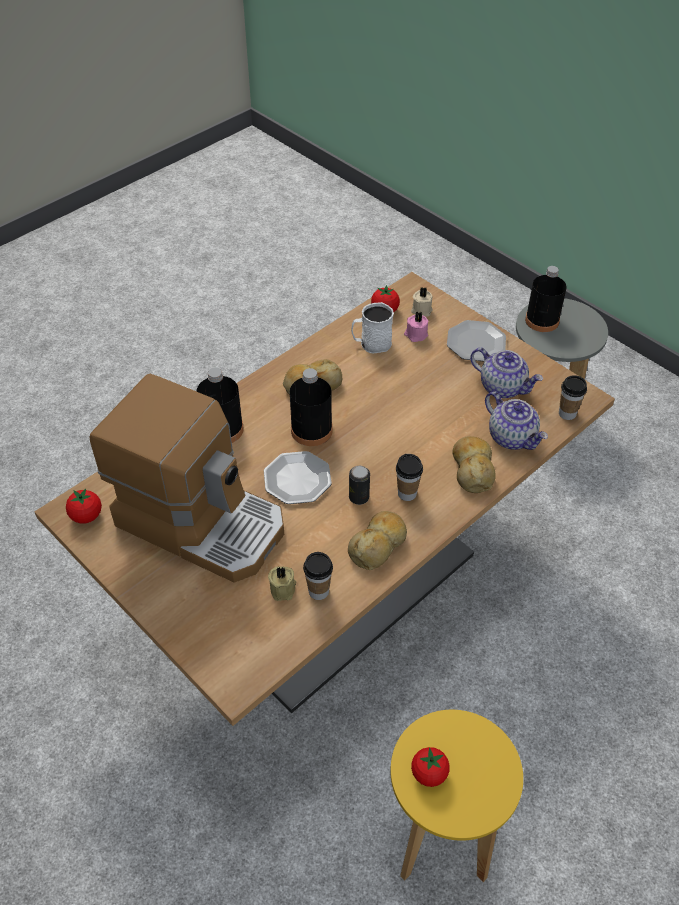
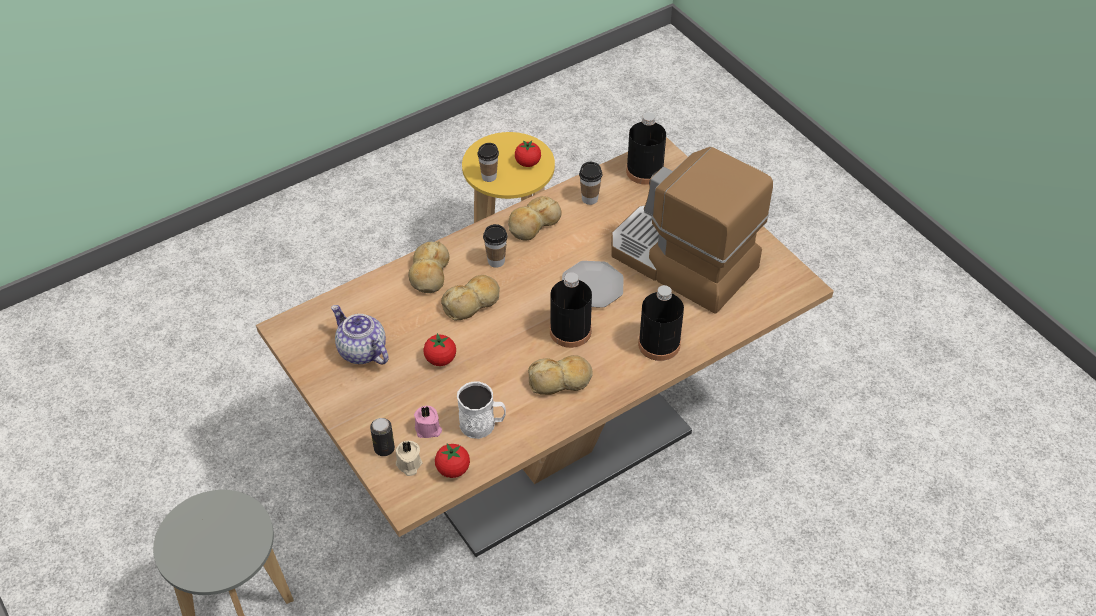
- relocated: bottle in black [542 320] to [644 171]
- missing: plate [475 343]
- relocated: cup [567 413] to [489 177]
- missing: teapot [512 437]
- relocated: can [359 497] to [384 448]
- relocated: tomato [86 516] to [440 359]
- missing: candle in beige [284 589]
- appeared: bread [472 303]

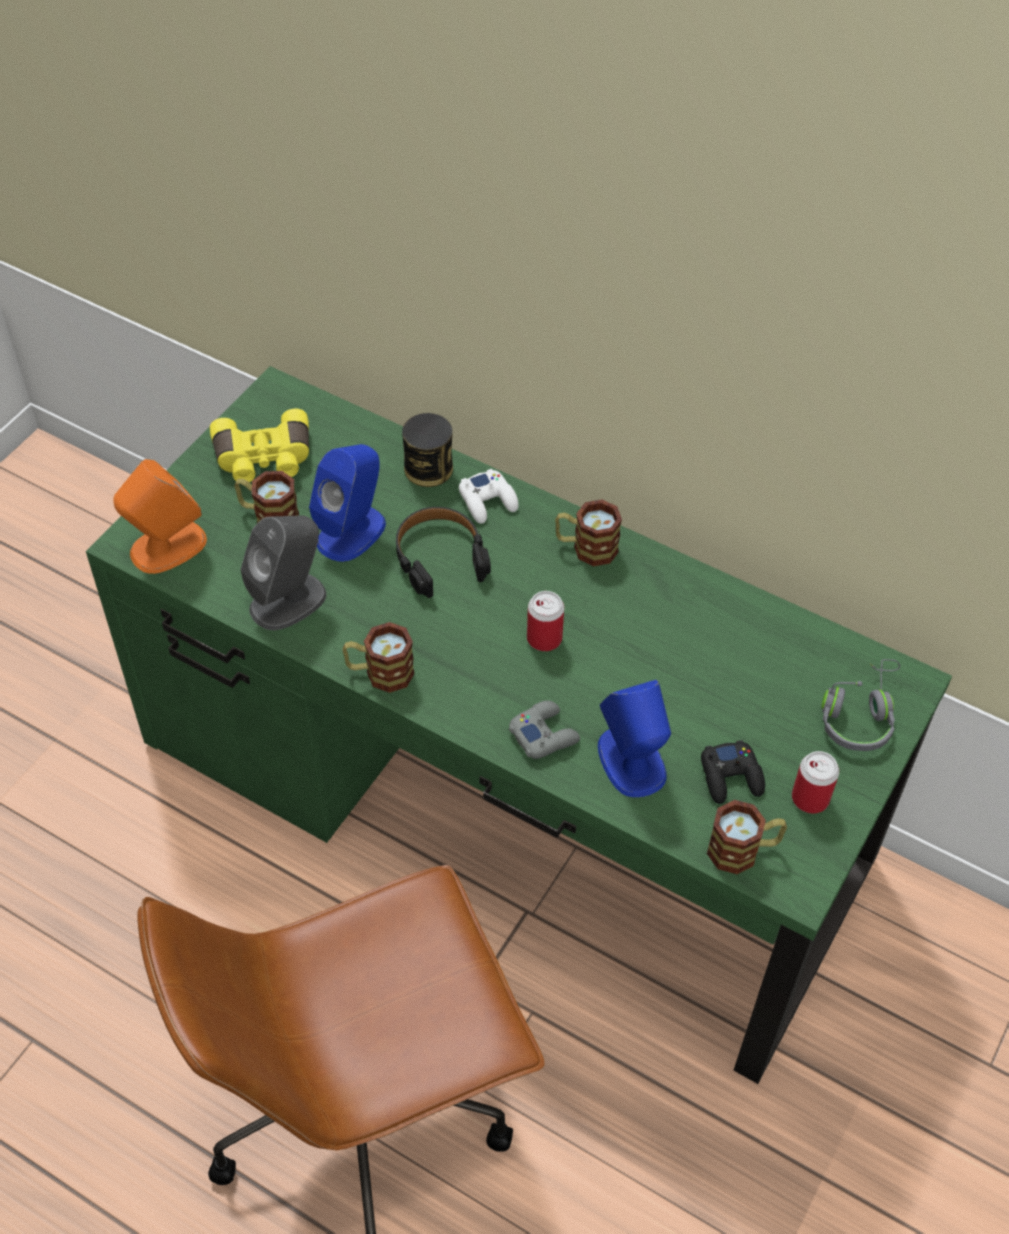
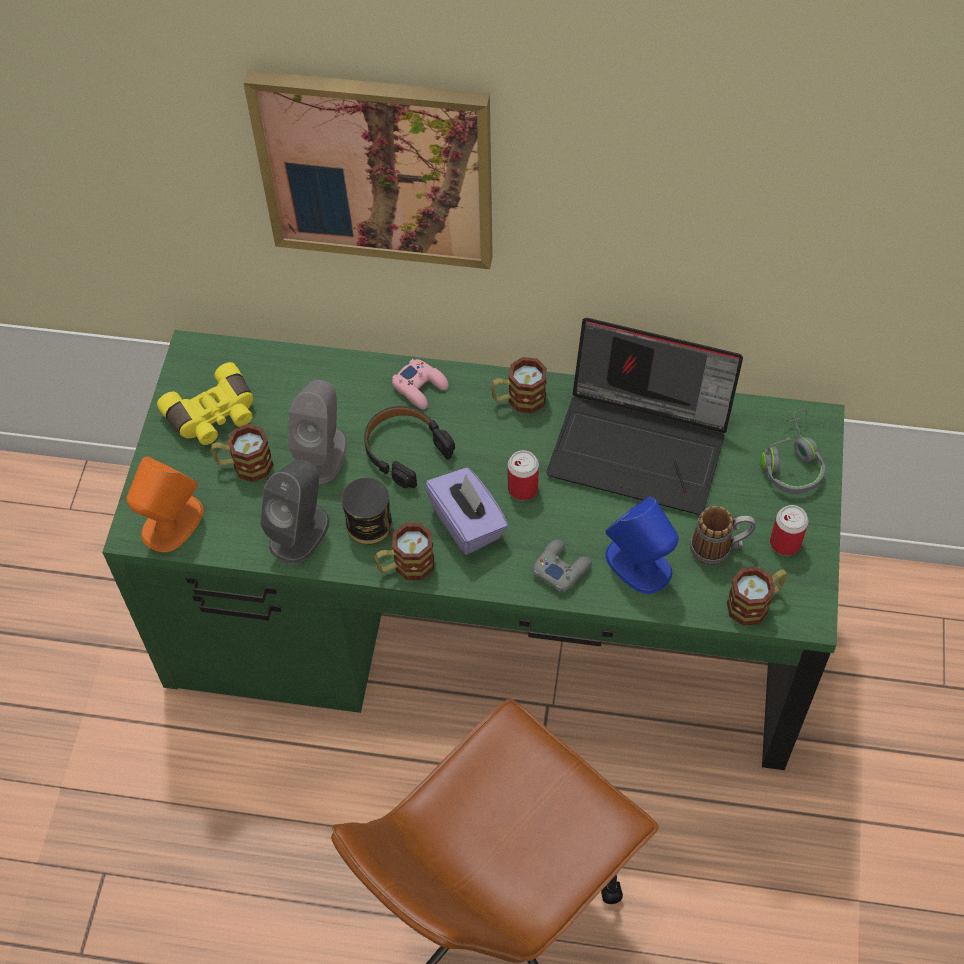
- relocated: can [428 468] to [369 524]
- colour: speaker in blue [351 532] to speaker in grey [321 454]
- colour: game controller in white [488 501] to game controller in pink [420 387]
- exchanged: game controller in black [731 777] to mug [719 548]
- appeared: picture [376 168]
- appeared: laptop [642 445]
- appeared: tissue box in purple [467 523]

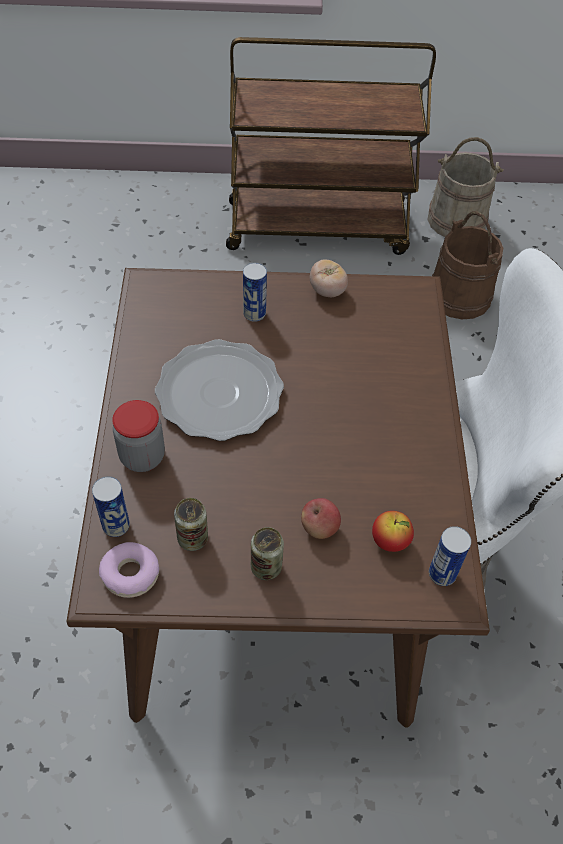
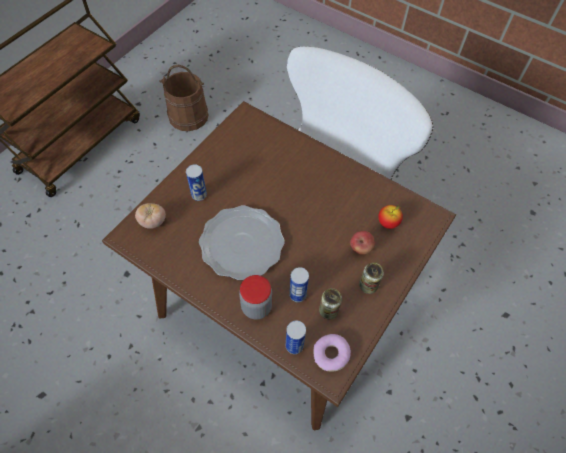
- missing: bucket in beige [456 220]
- relocated: tomato [327 291] to [153 222]
- relocated: can [442 574] to [297 294]

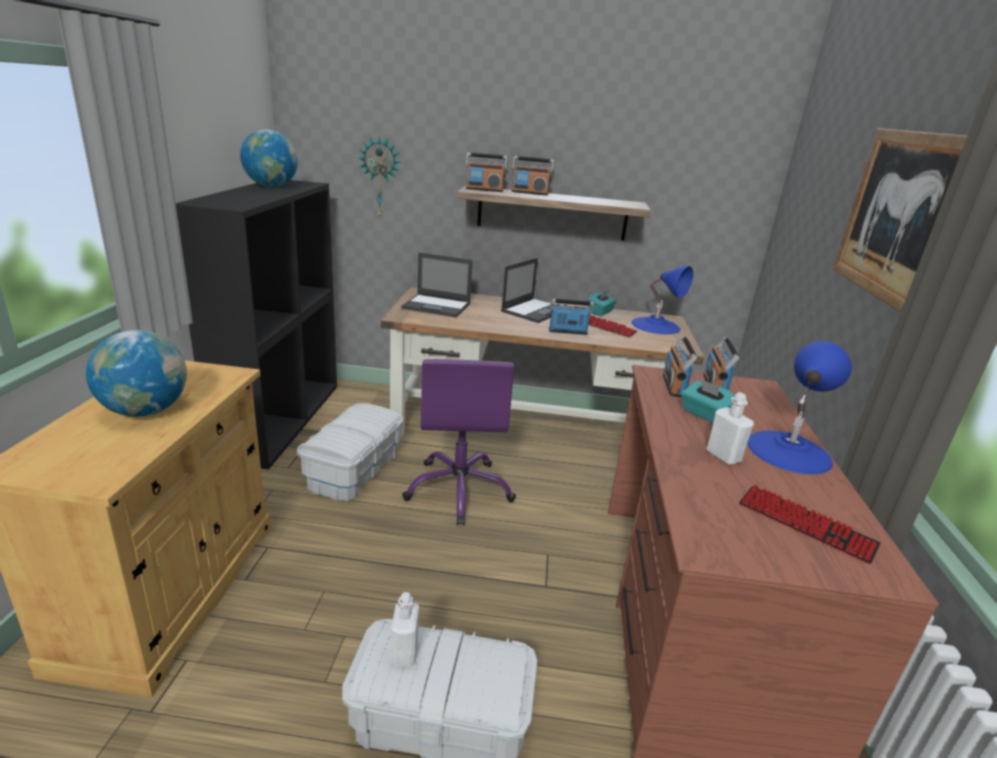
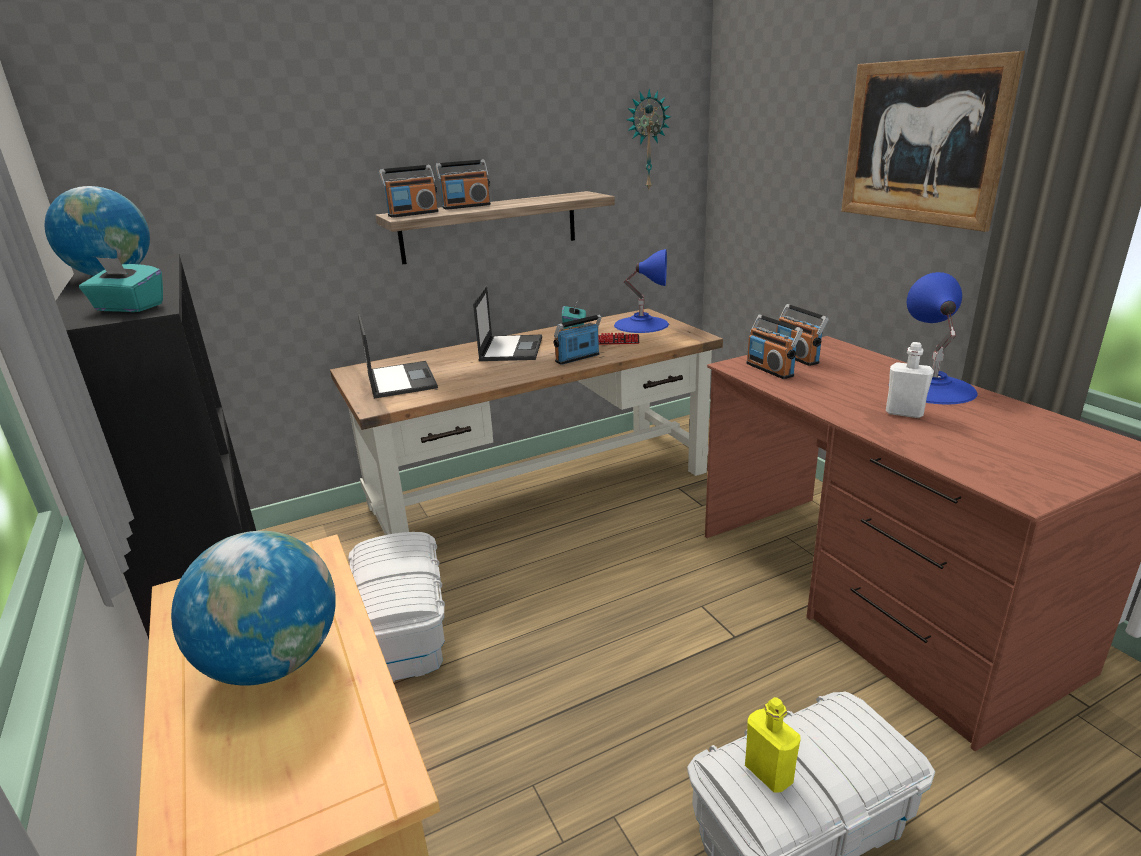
- relocated: wall clock [380 178] to [646 141]
- spun: laptop [437 306] = [401 380] 90 degrees counterclockwise
- missing: office chair in purple [459 490]
- relocated: tissue box in turquoise [704 414] to [129 308]
- missing: keyboard [805 524]
- colour: bottle in white [404 652] to bottle in yellow [769 773]

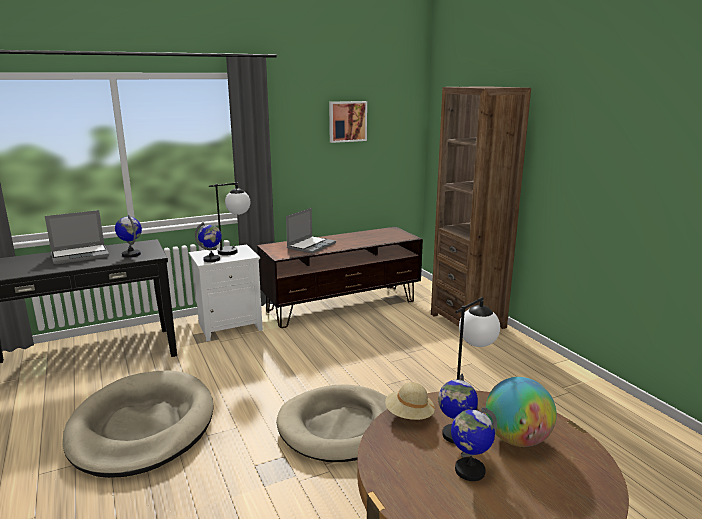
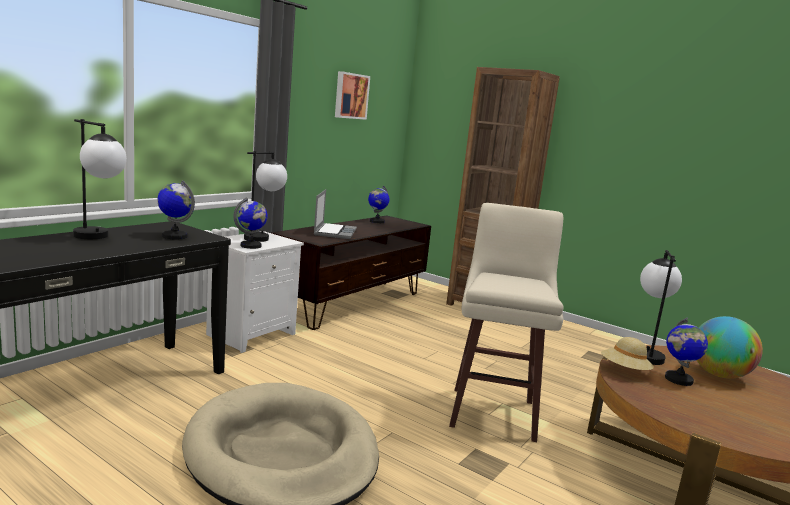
- exchanged: laptop [81 255] to table lamp [99 238]
- exchanged: dog bed in beige [341 427] to stool in beige [493 412]
- relocated: globe [469 470] to [376 221]

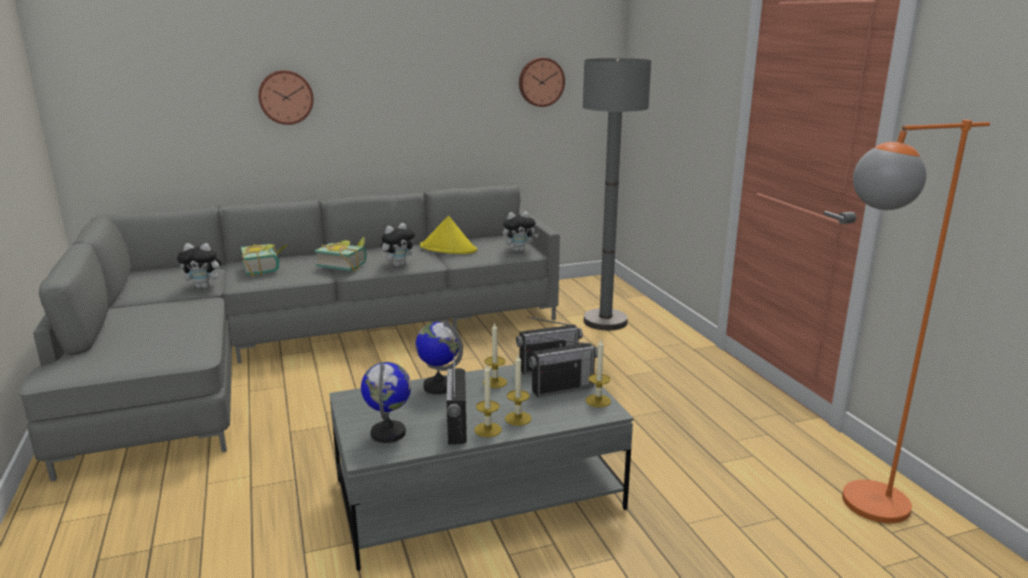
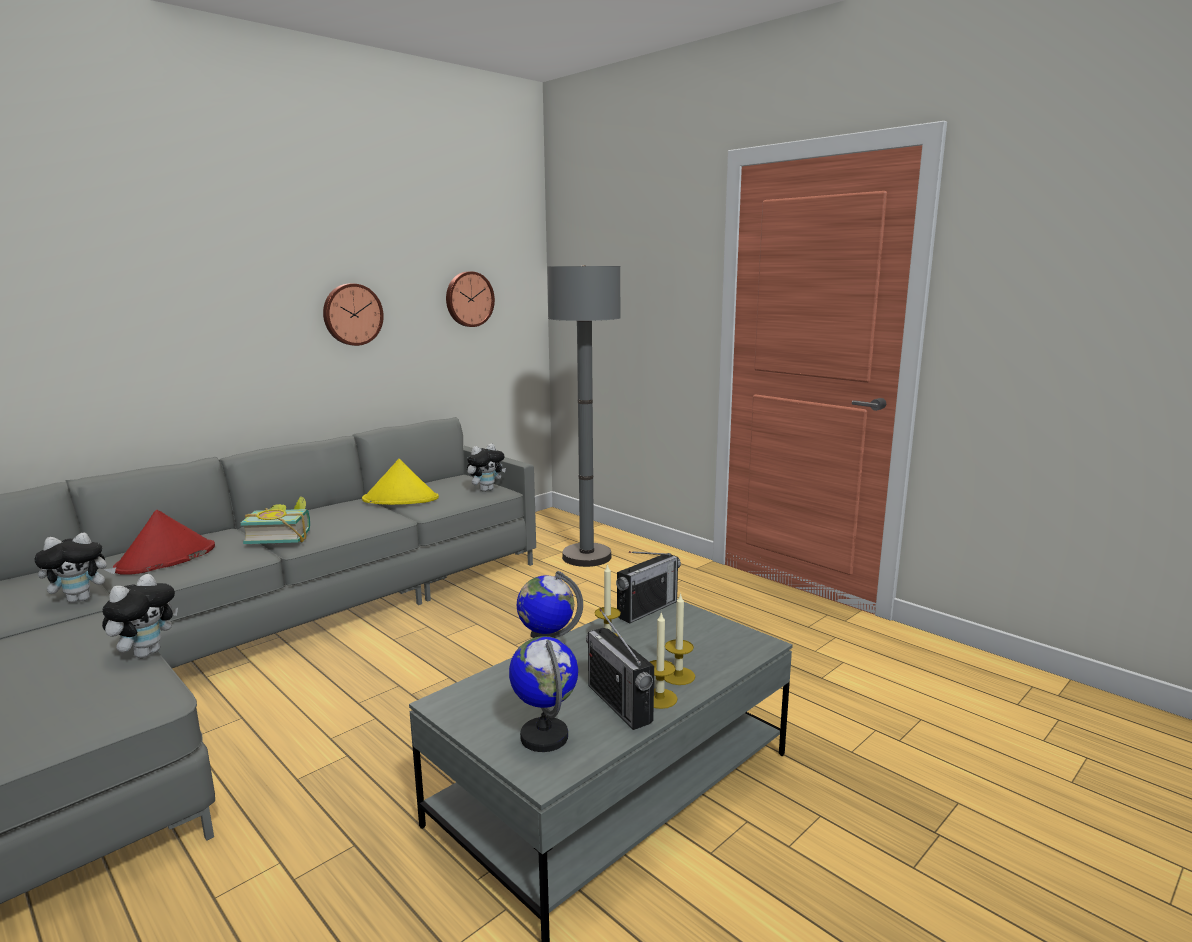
- relocated: wall clock [286 97] to [352 314]
- missing: floor lamp in orange [856 507]
- relocated: plush toy [398 265] to [146 653]
- exchanged: book [266 268] to hat in red [166 559]
- missing: radio [562 388]
- missing: candle [598 401]

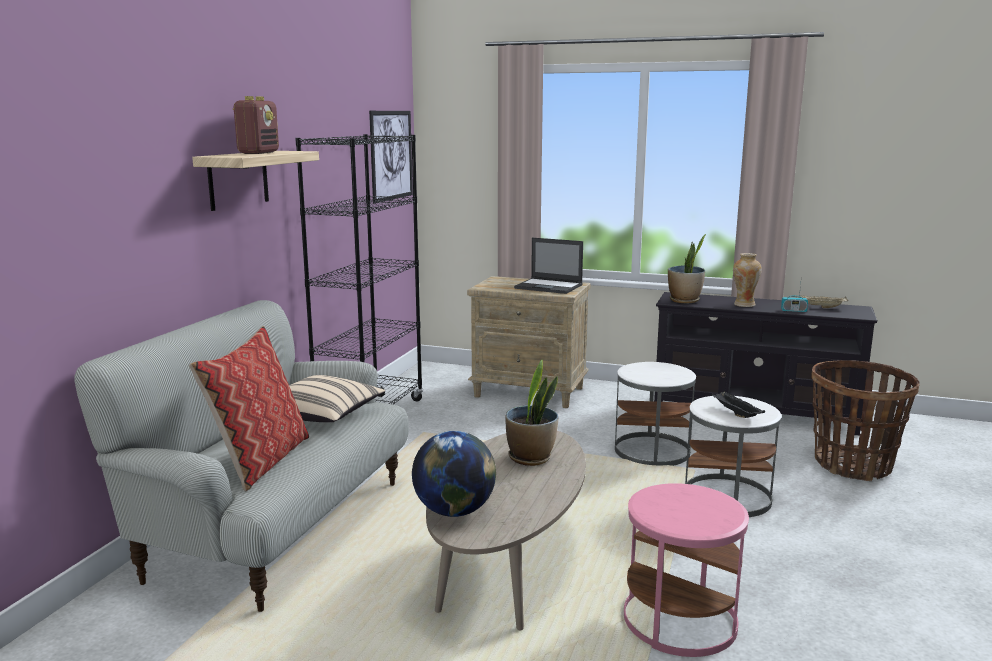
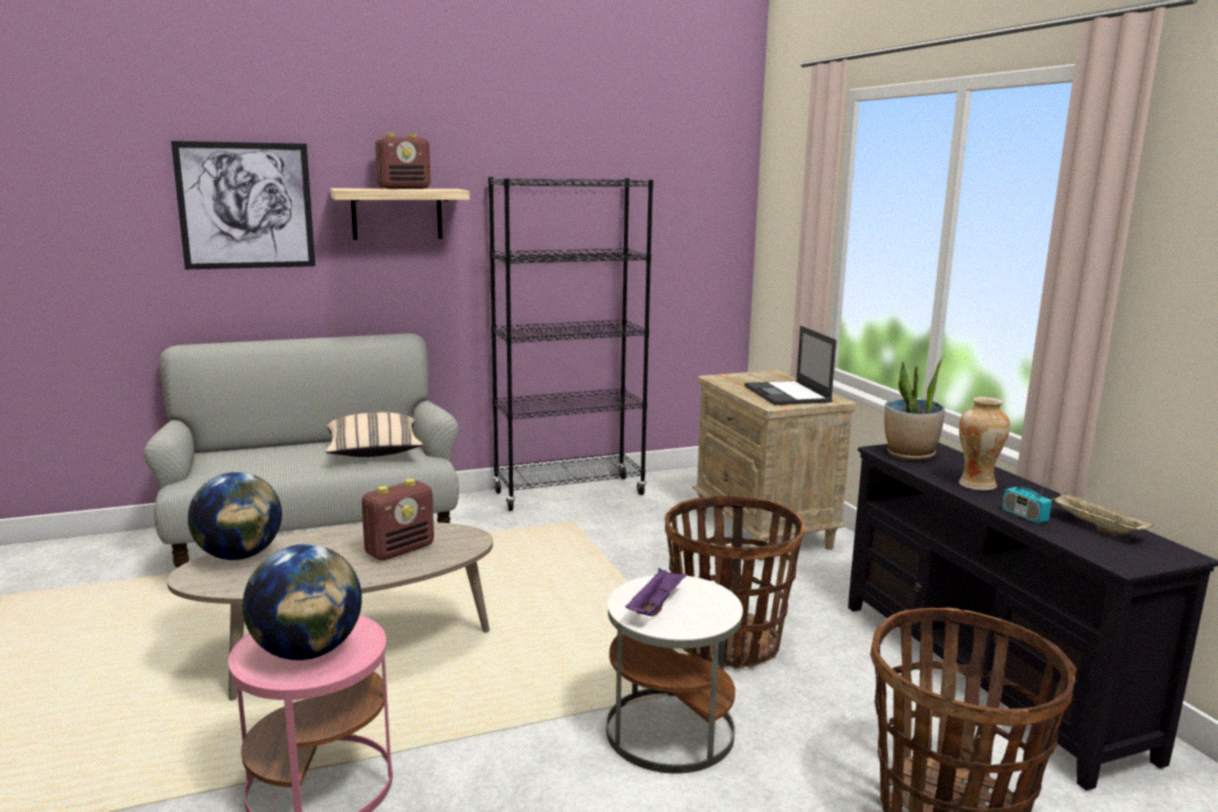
- relocated: picture [391 155] to [246 206]
- missing: pillow [260 461]
- exchanged: potted plant [531 458] to radio [400 550]
- exchanged: side table in white [652 451] to basket [727 643]
- colour: tray in black [735 413] to tray in purple [656 605]
- appeared: globe [307 652]

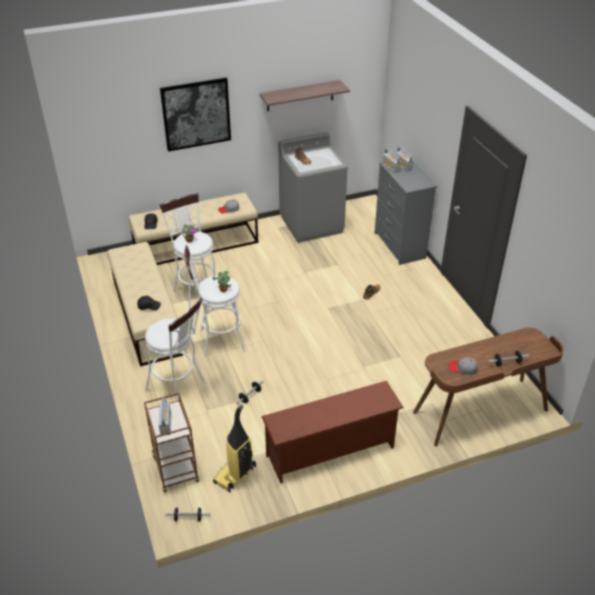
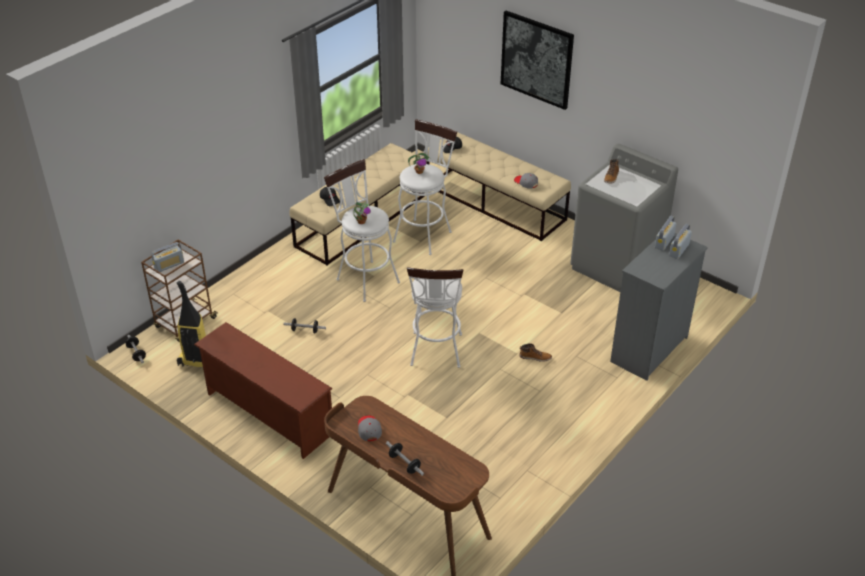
- missing: shelf [300 95]
- relocated: stool in white [179 388] to [436 353]

